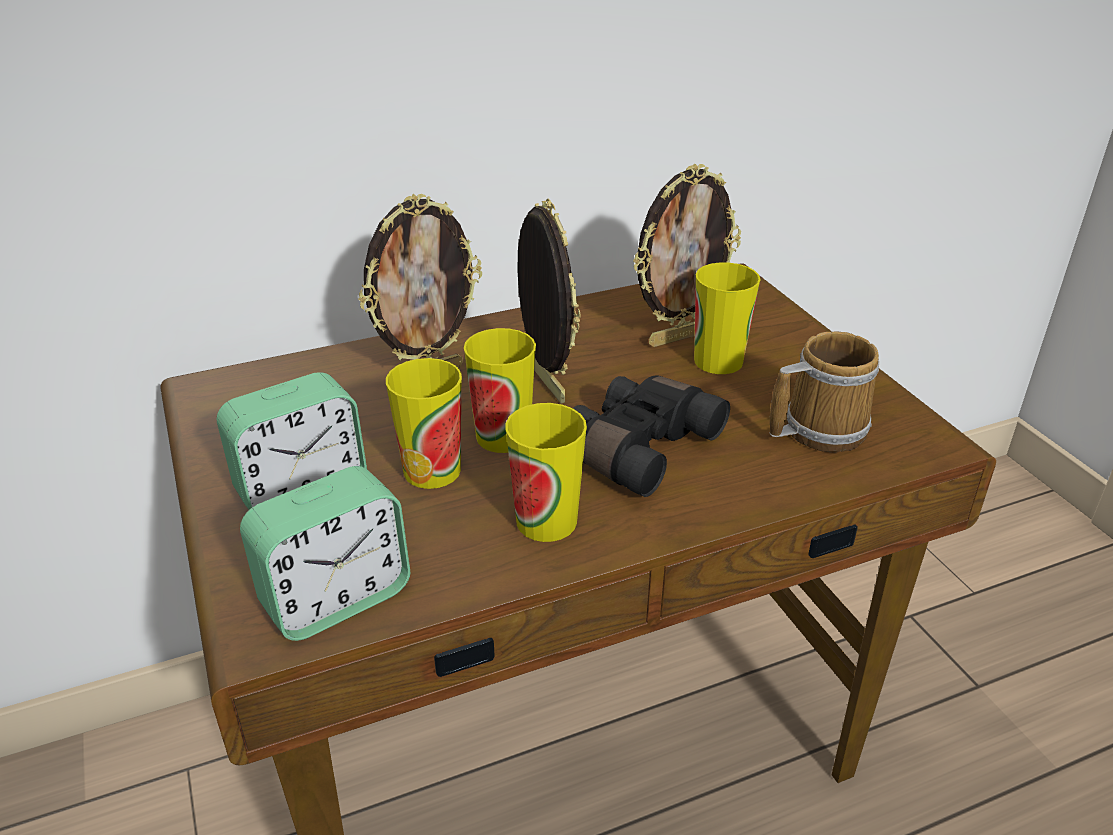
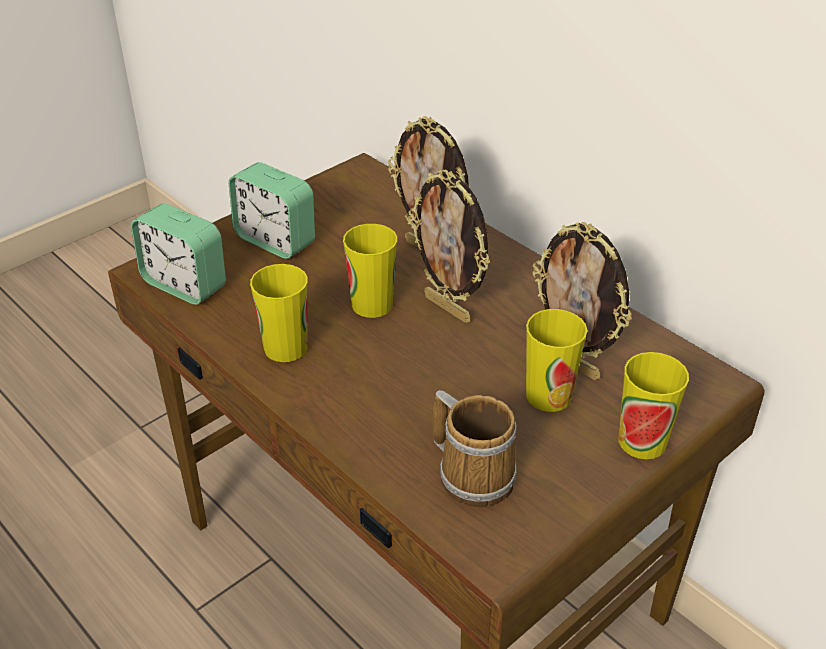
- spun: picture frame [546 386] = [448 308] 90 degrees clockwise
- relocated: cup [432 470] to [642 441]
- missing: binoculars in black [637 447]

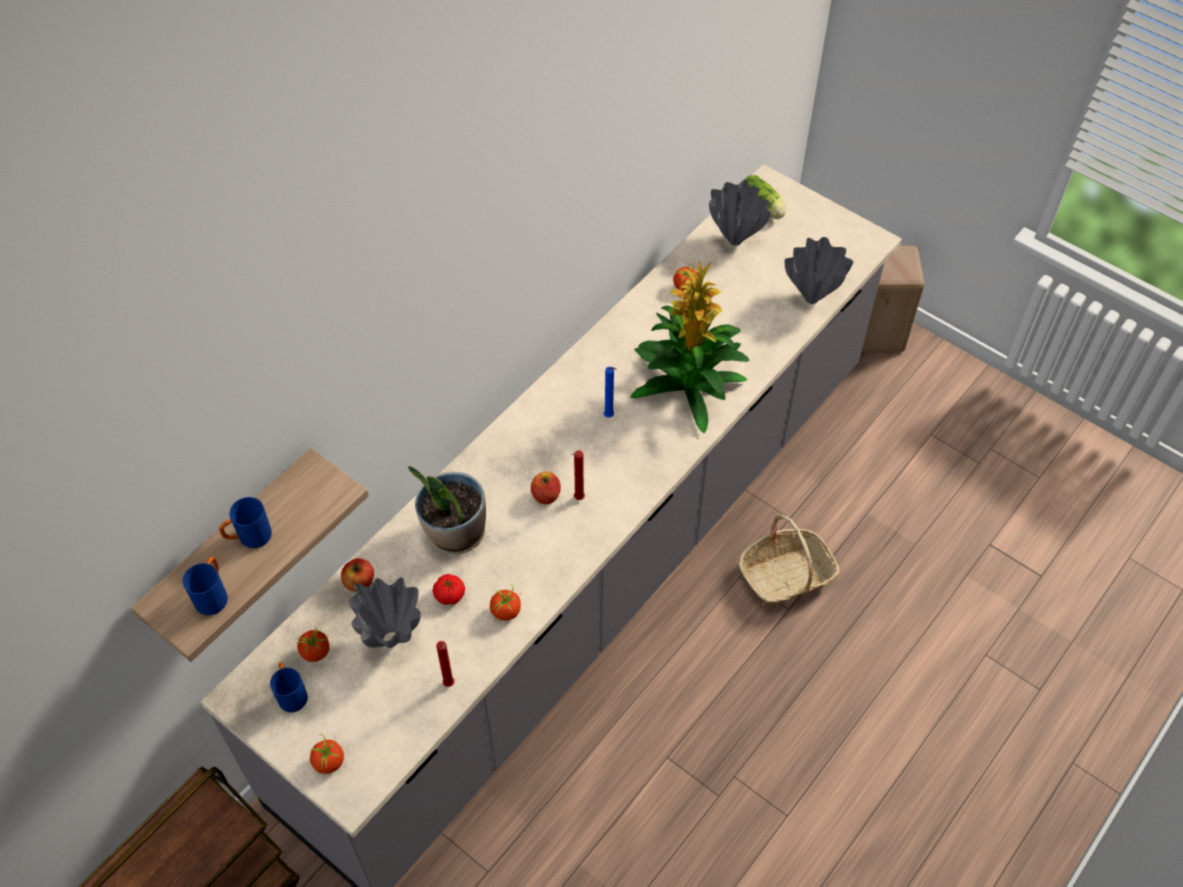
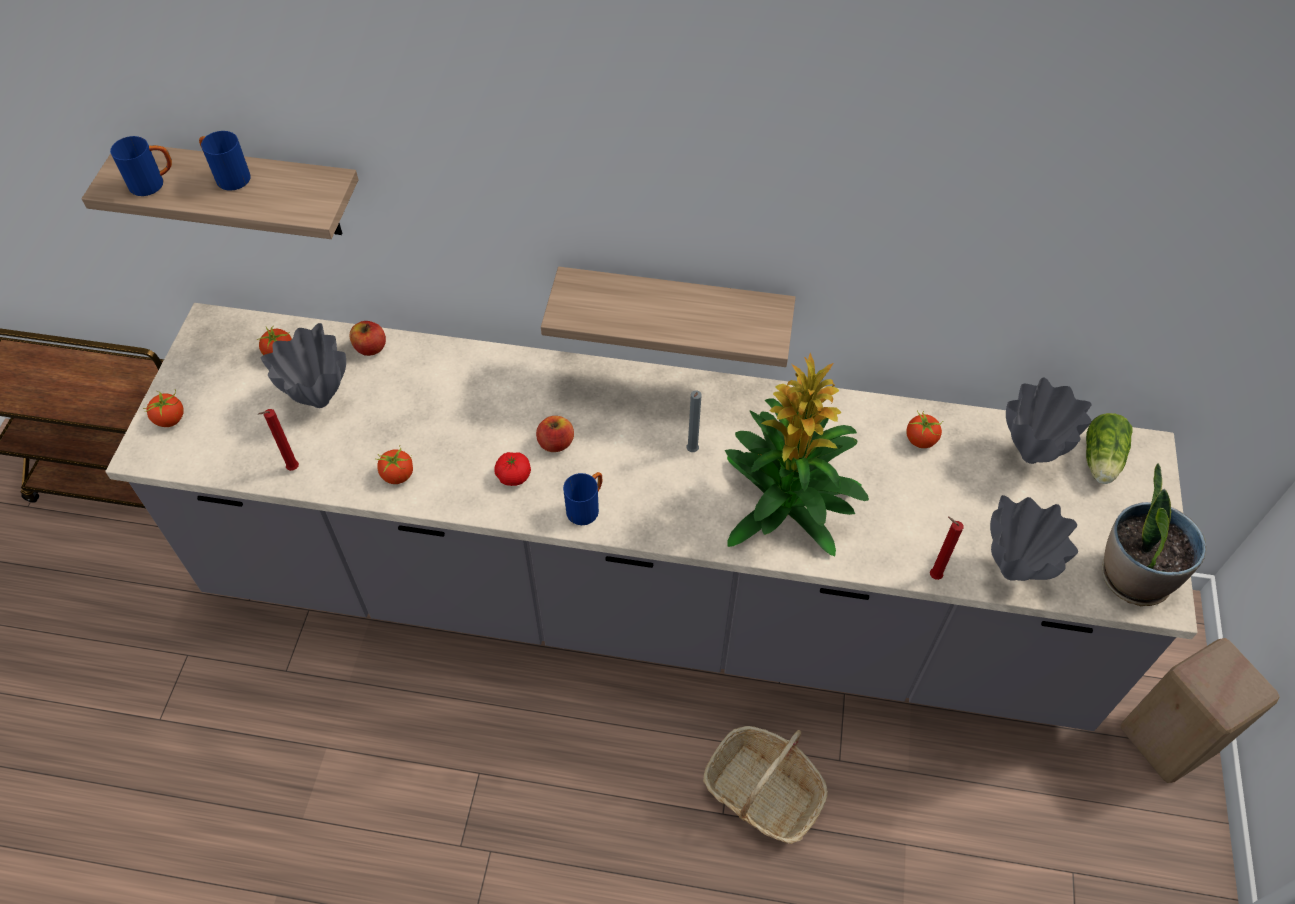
- colour: candle in blue [610 417] to candle in grey [691 452]
- relocated: candle in red [577 499] to [933 575]
- relocated: potted plant [455 533] to [1132 577]
- relocated: tomato [449 595] to [513 476]
- relocated: mug in blue [291 693] to [586 507]
- appeared: shelf [674 310]

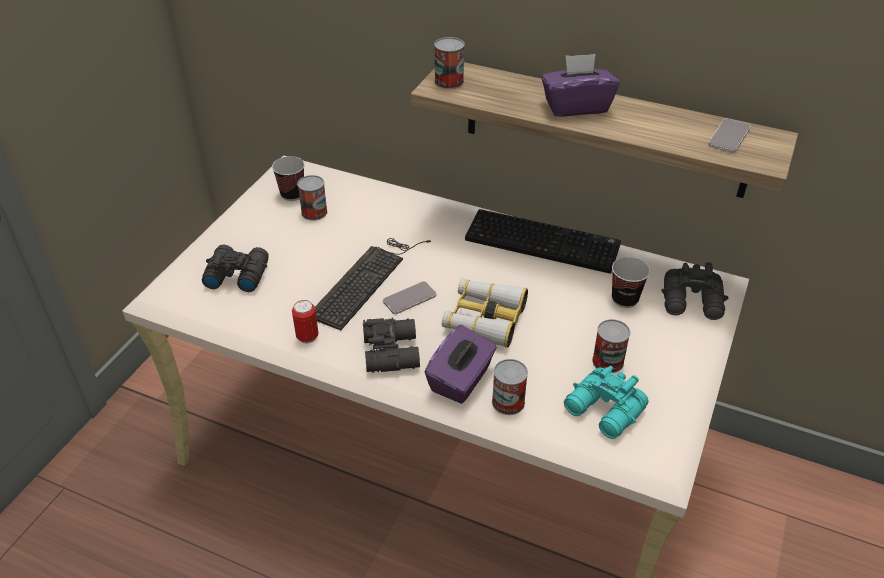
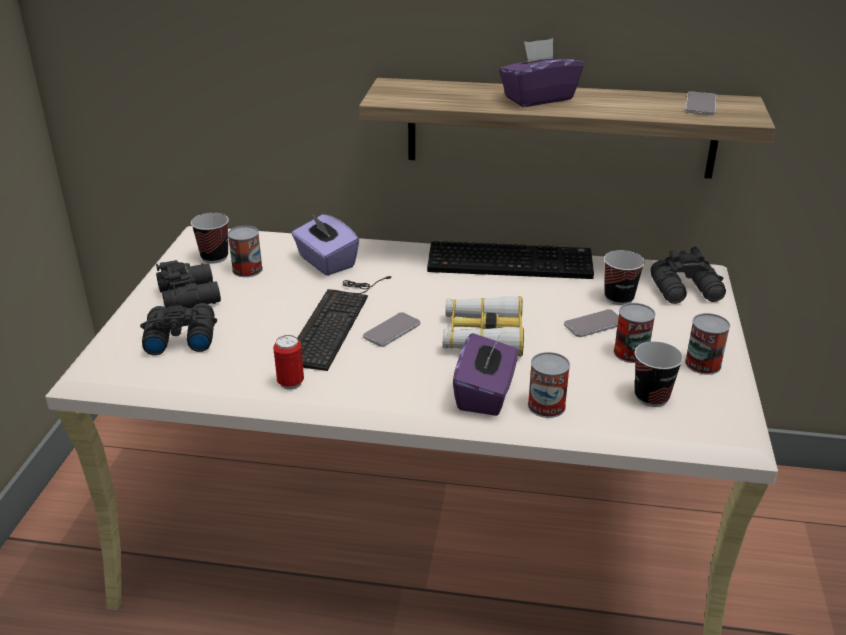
- relocated: can [449 81] to [703 364]
- relocated: binoculars in black [392 351] to [191 295]
- exchanged: binoculars in turquoise [604 411] to cup [651 397]
- appeared: tissue box in purple [326 262]
- appeared: phone [594 324]

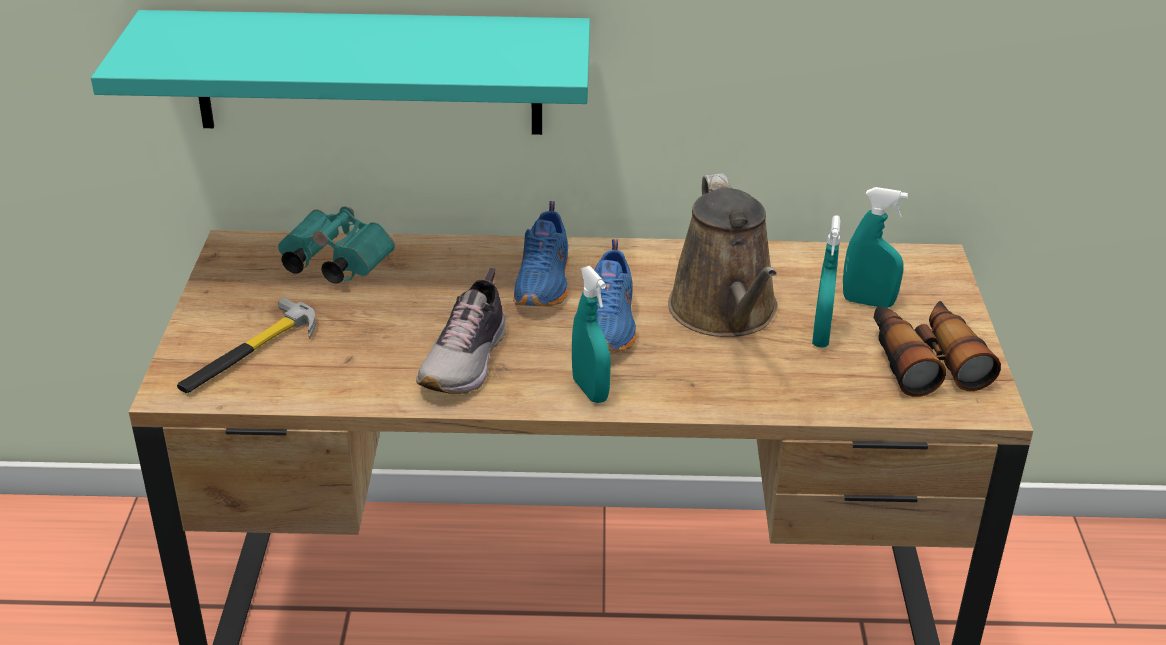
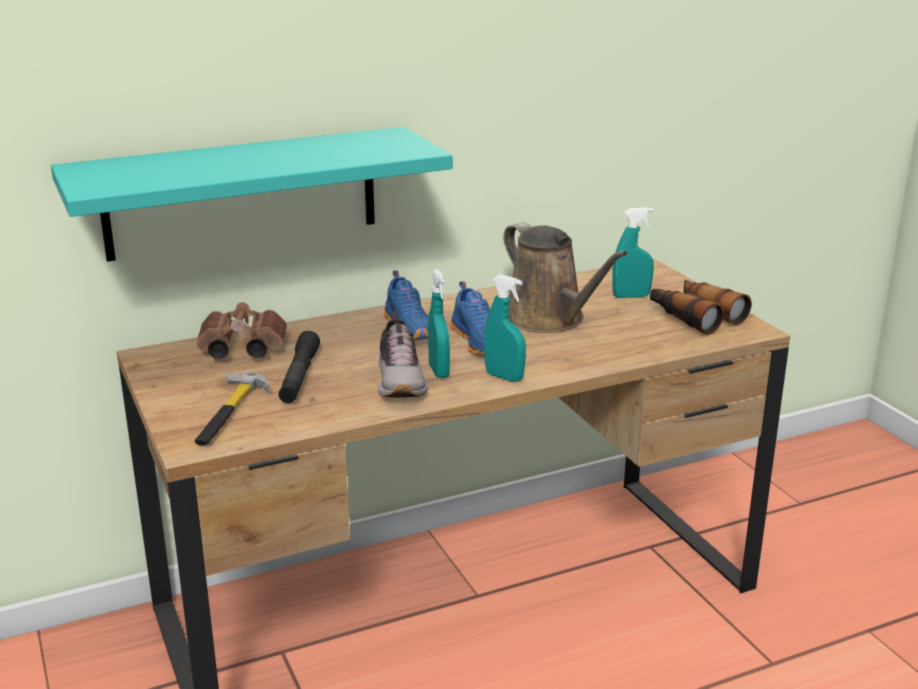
- colour: binoculars in turquoise [332 264] to binoculars in brown [239 350]
- relocated: spray bottle in turquoise [821 336] to [439 371]
- appeared: flashlight in black [299 377]

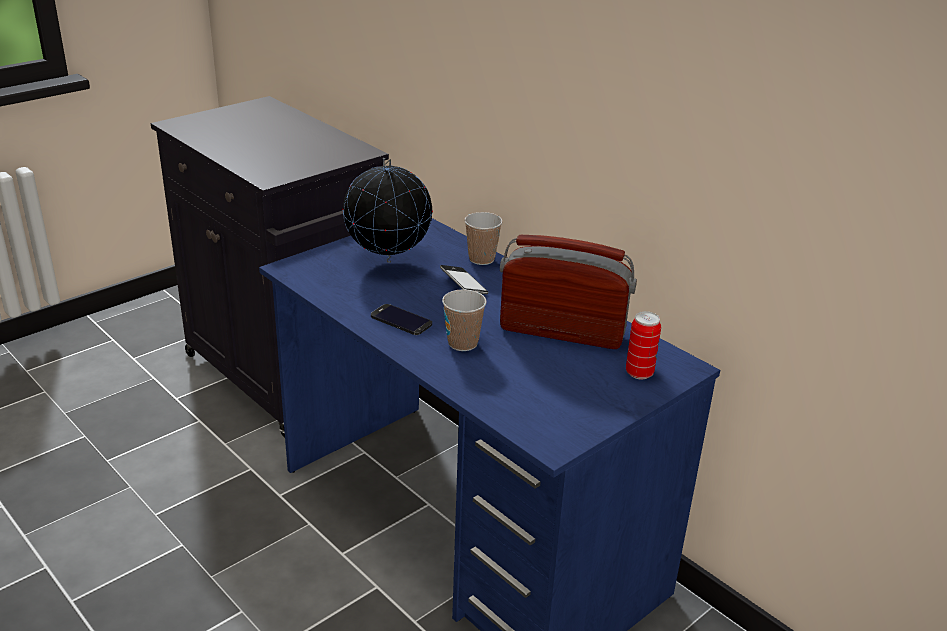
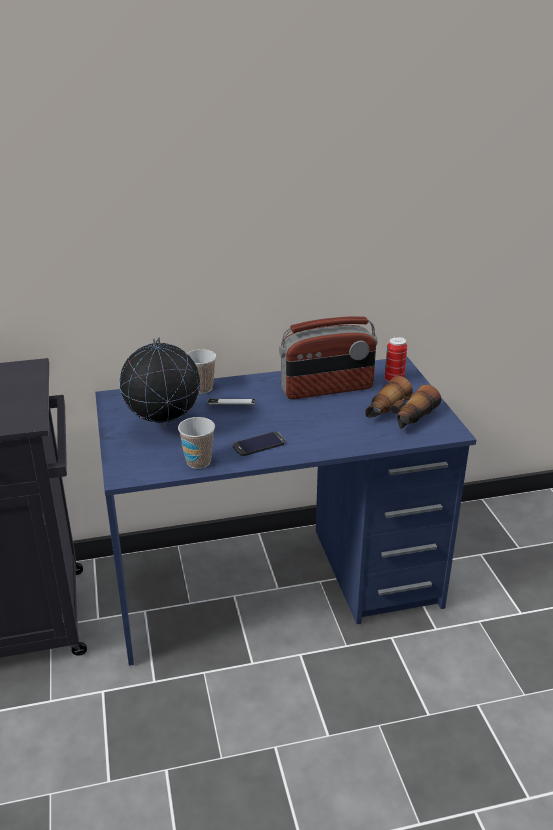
- spun: radio [562 331] = [327 389] 150 degrees counterclockwise
- relocated: cup [462 343] to [198 462]
- appeared: binoculars [398 416]

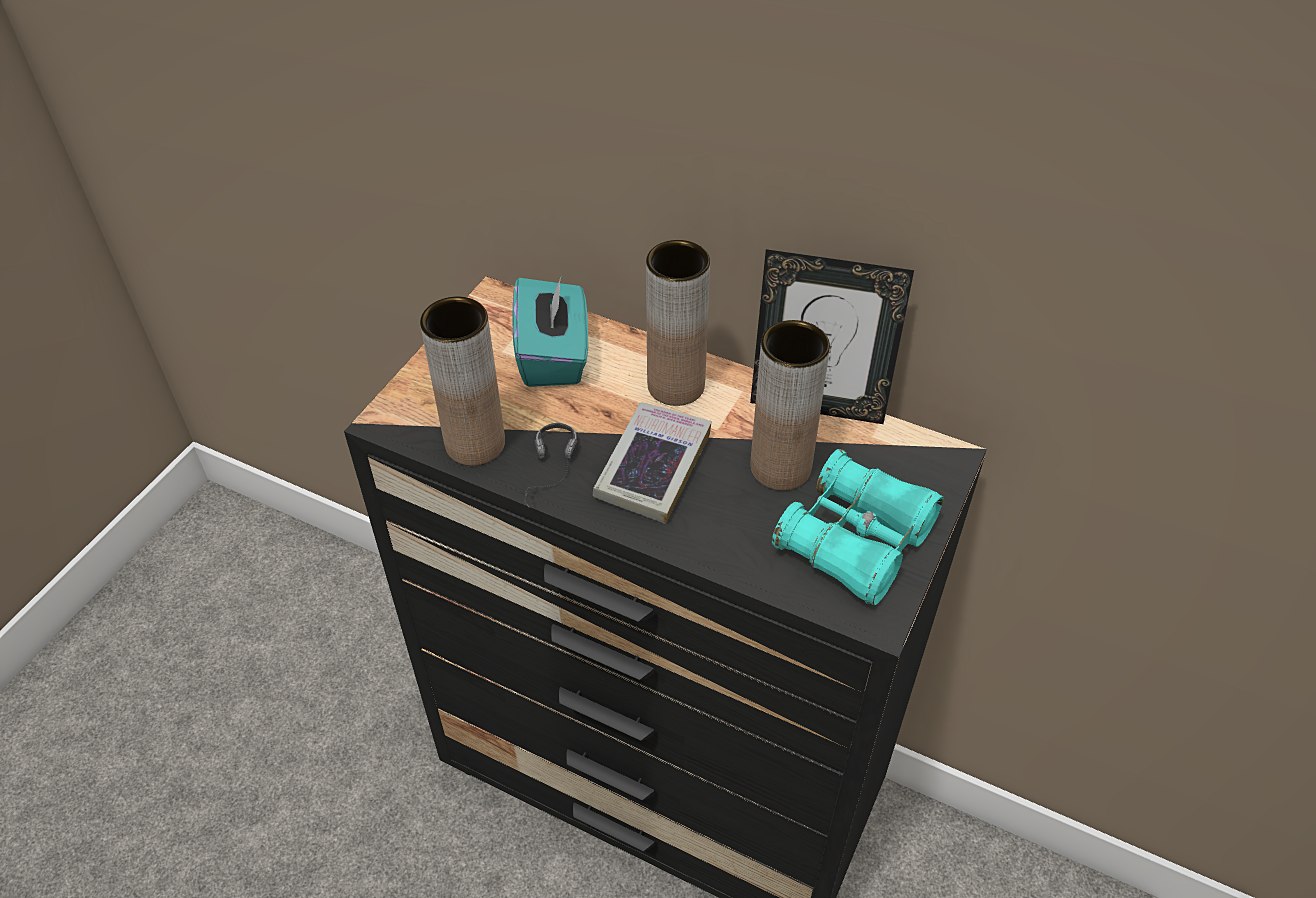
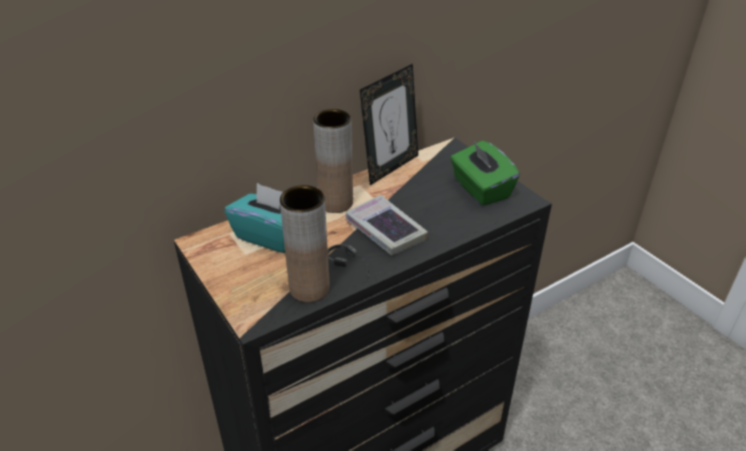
- missing: vase in brown [780 468]
- exchanged: binoculars in turquoise [855 541] to tissue box in green [480 189]

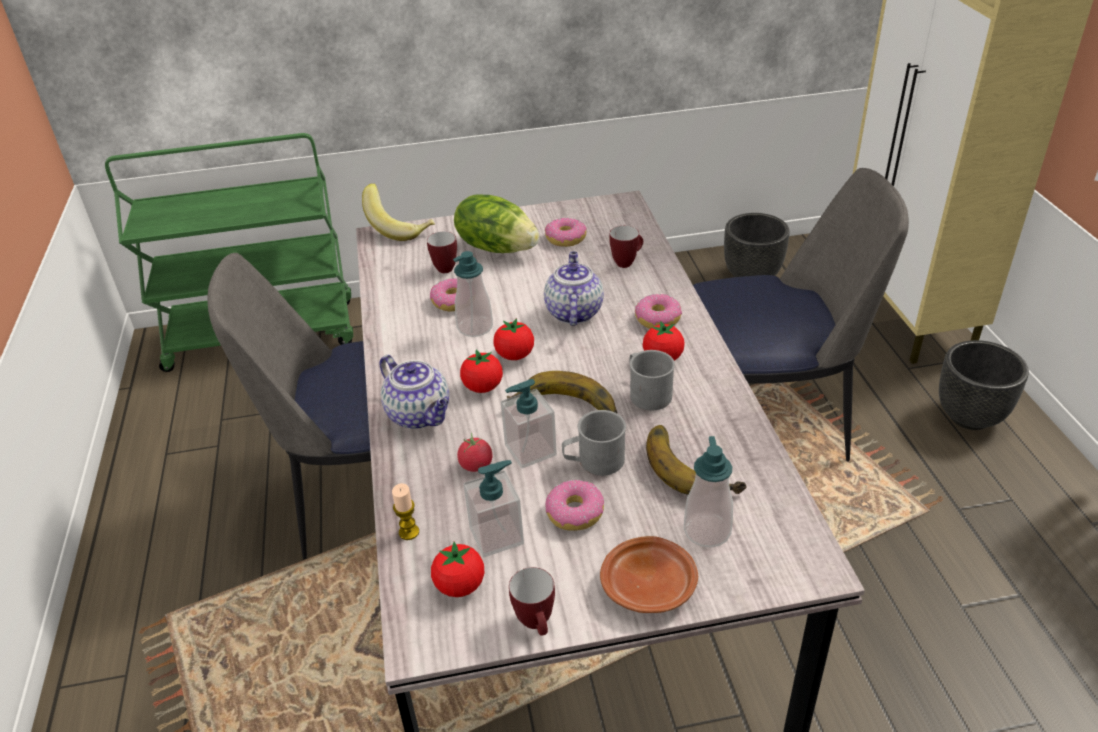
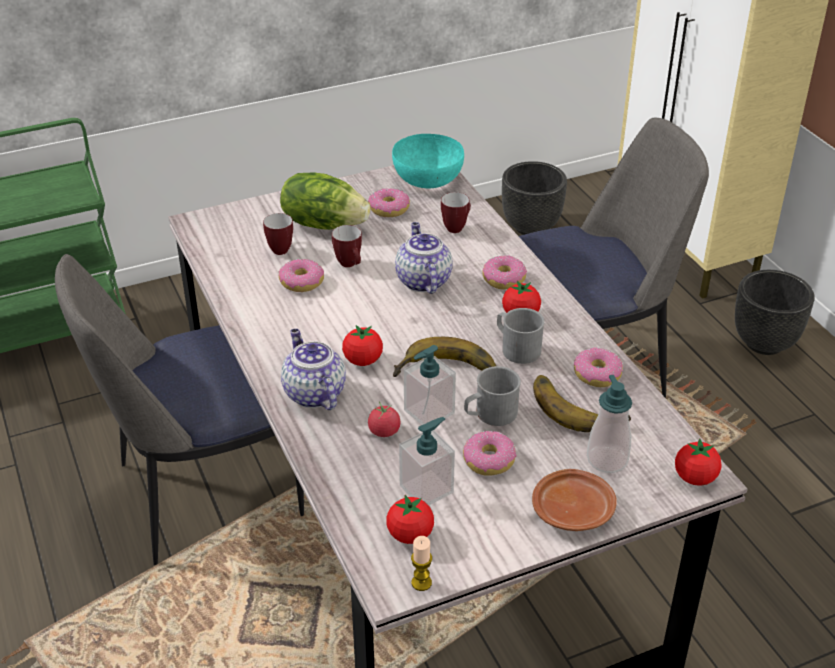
- missing: banana [400 228]
- missing: soap dispenser [475 327]
- relocated: tomato [515 355] to [695 478]
- spun: teapot [420 415] = [313 393] 150 degrees counterclockwise
- relocated: candle [409 532] to [421 583]
- relocated: mug [537 625] to [350 265]
- appeared: bowl in turquoise [427 179]
- appeared: donut [597 374]

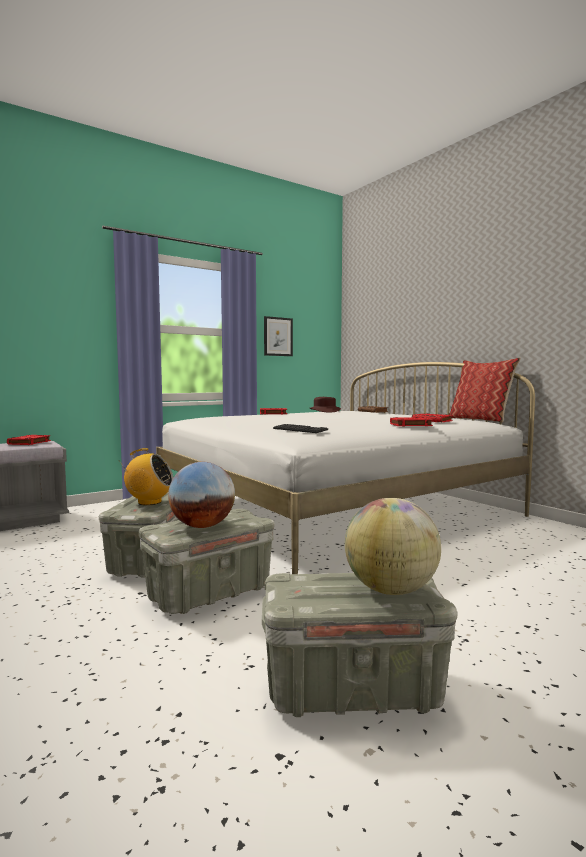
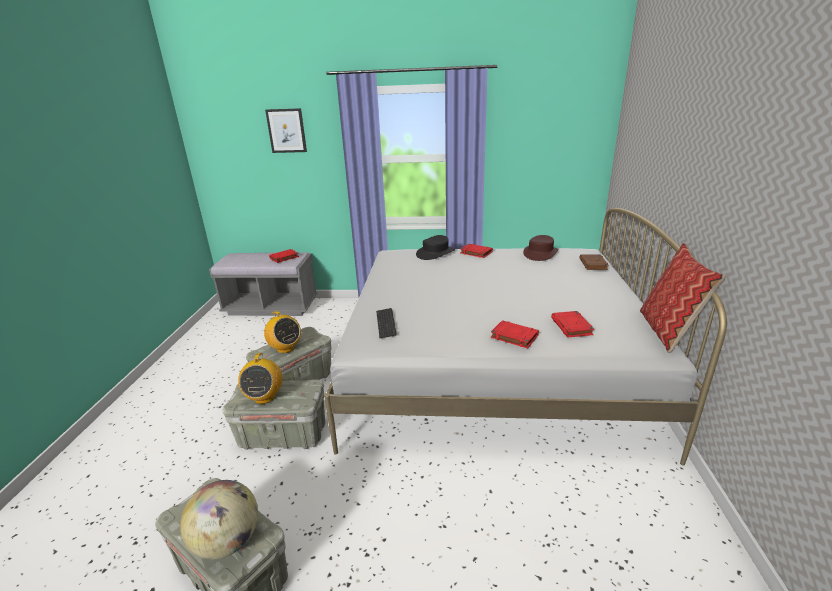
- relocated: picture [278 336] to [286 131]
- exchanged: globe [202 526] to radio [264 397]
- appeared: hat in black [435 253]

